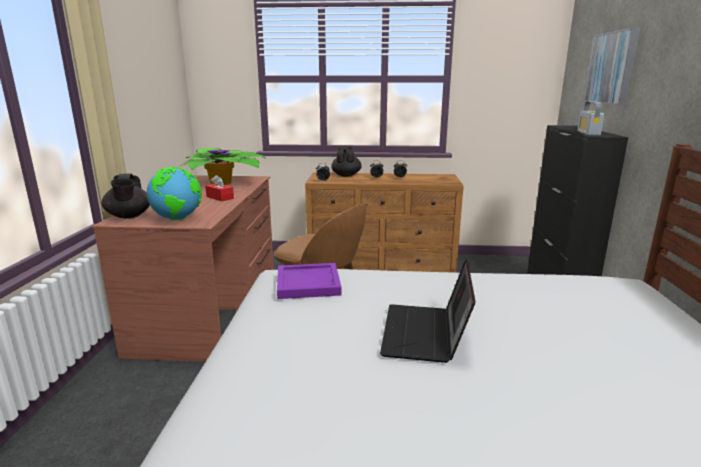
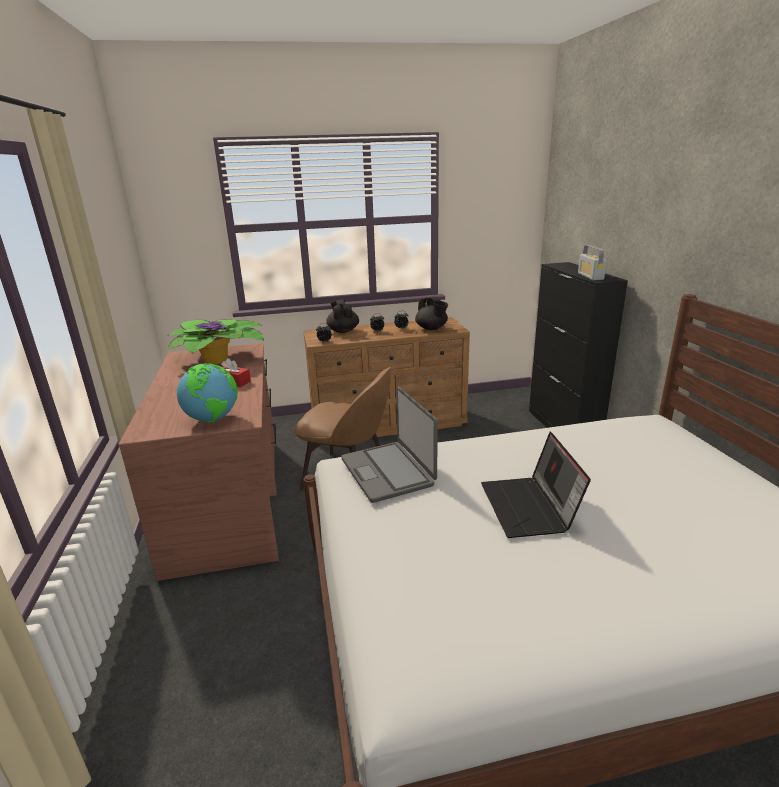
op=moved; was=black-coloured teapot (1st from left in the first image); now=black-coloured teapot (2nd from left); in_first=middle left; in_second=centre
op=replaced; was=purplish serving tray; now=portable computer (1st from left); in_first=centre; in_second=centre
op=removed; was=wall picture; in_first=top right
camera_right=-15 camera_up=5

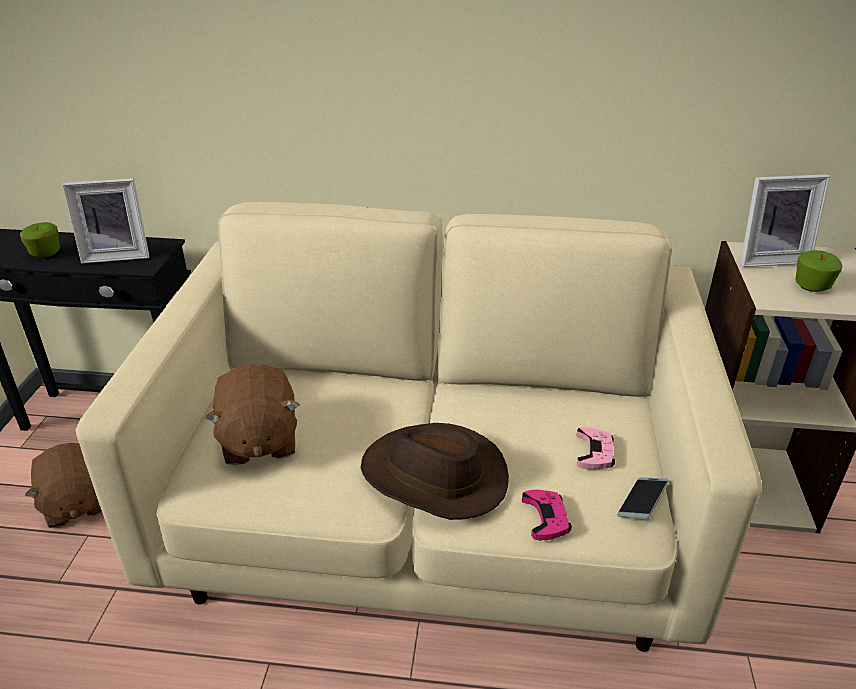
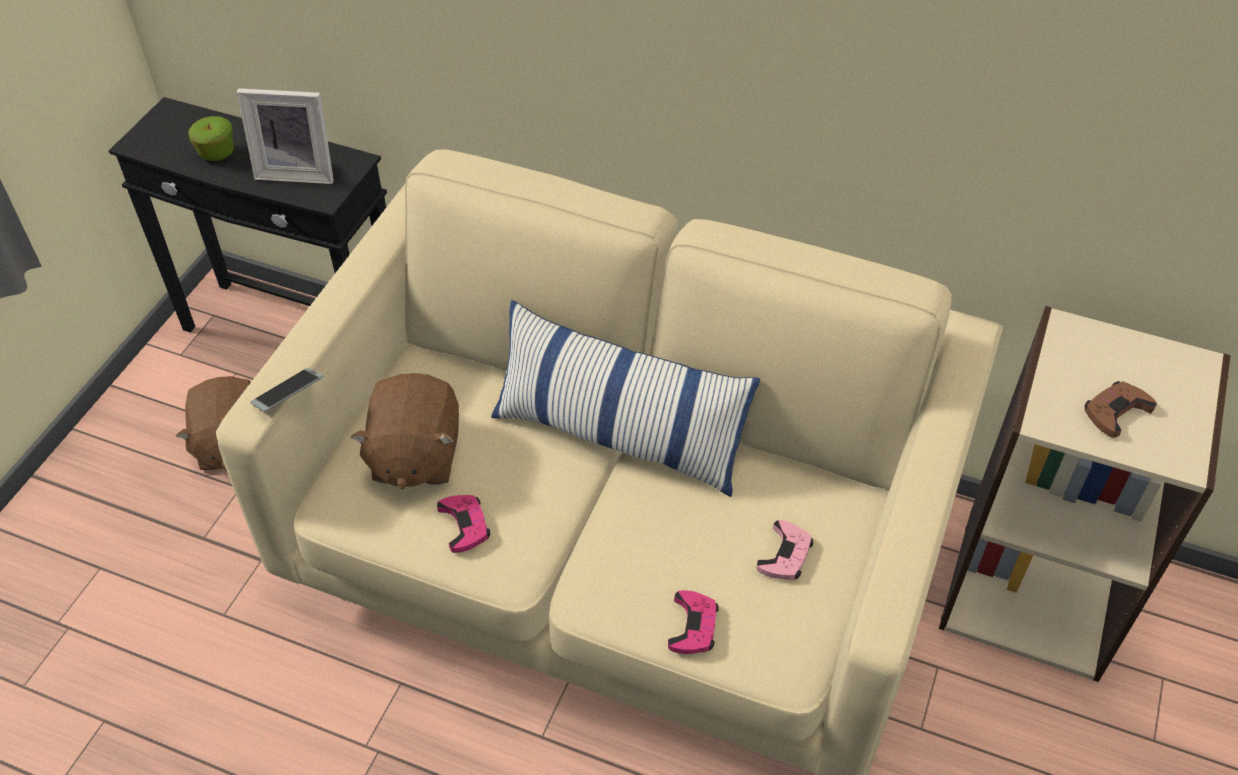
op=removed; was=brown hat; in_first=bottom centre
op=moved; was=telephone; in_first=bottom right; in_second=middle left
op=removed; was=standing frame (2nd from left); in_first=top right
op=replaced; was=apple (2nd from left); now=brown game controller; in_first=middle right; in_second=middle right
op=added; now=pinkish game controller (1st from left); in_second=bottom centre
op=added; now=throw pillow; in_second=centre
camera_right=15 camera_up=15

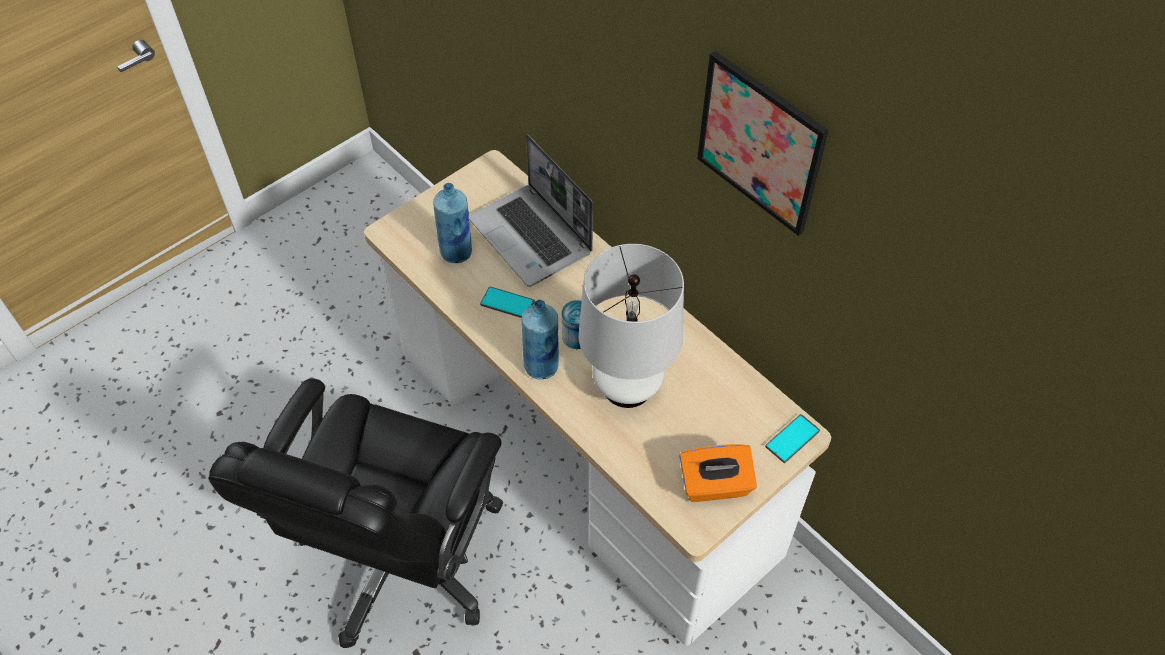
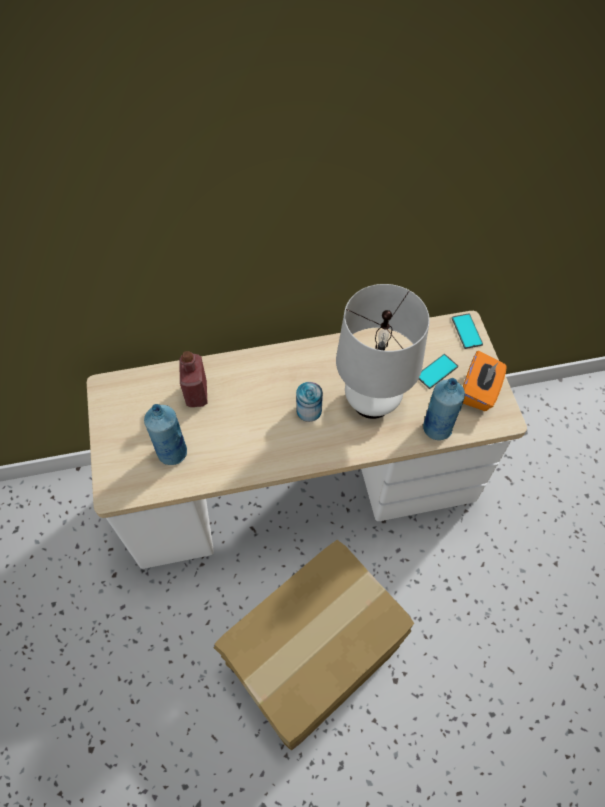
op=replaced; was=black-coloured computer chair; now=carton; in_first=bottom left; in_second=bottom centre
op=replaced; was=portable computer; now=reddish bottle; in_first=top centre; in_second=middle left
op=moved; was=telephone (1st from left); in_first=centre; in_second=middle right
op=moved; was=bluish bottle (2nd from left); in_first=centre; in_second=middle right
op=removed; was=wall picture; in_first=top centre
camera_right=-60 camera_up=5

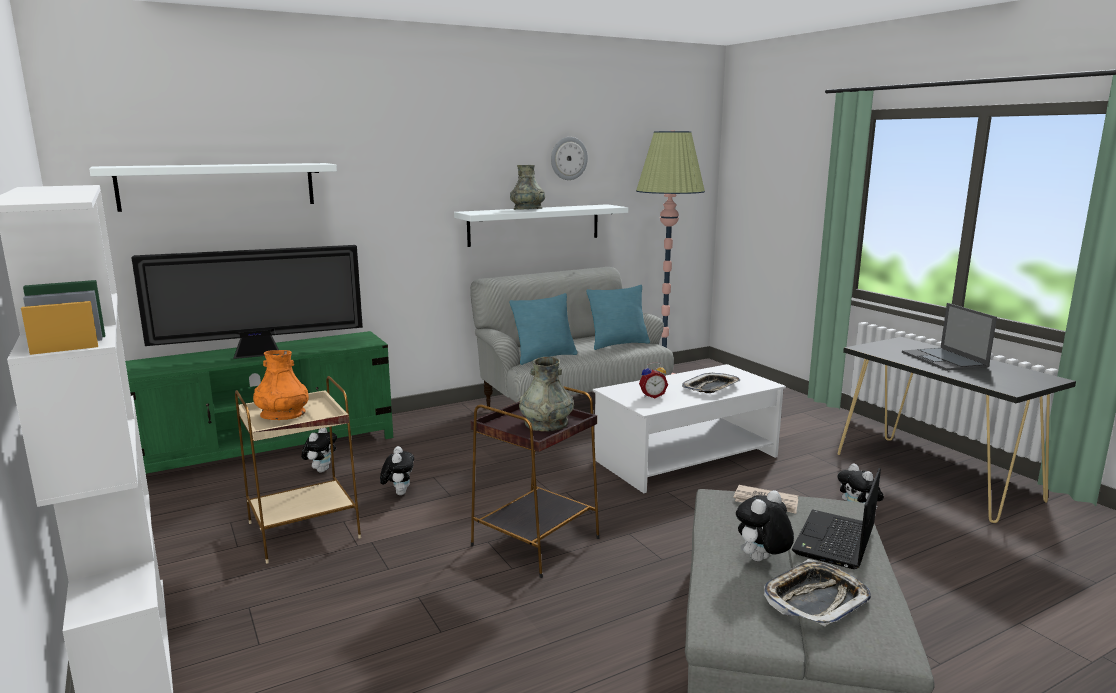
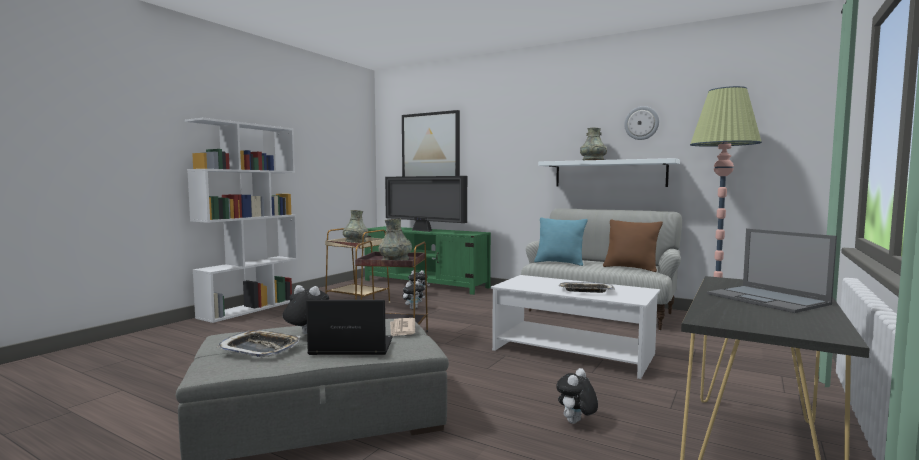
op=replaced; was=white-coloured bracket shelf (1st from left); now=wall picture; in_first=top left; in_second=top centre
op=recoloured; was=orange vase; now=gray vase (1st from left); in_first=middle left; in_second=centre
op=recoloured; was=blue-green throw pillow (2nd from left); now=brown throw pillow; in_first=centre; in_second=middle right
op=removed; was=alarm clock; in_first=centre
op=turned; was=portable computer (2nd from left); in_first=middle right; in_second=middle right; clockwise=-75
camera_right=60 camera_up=-10

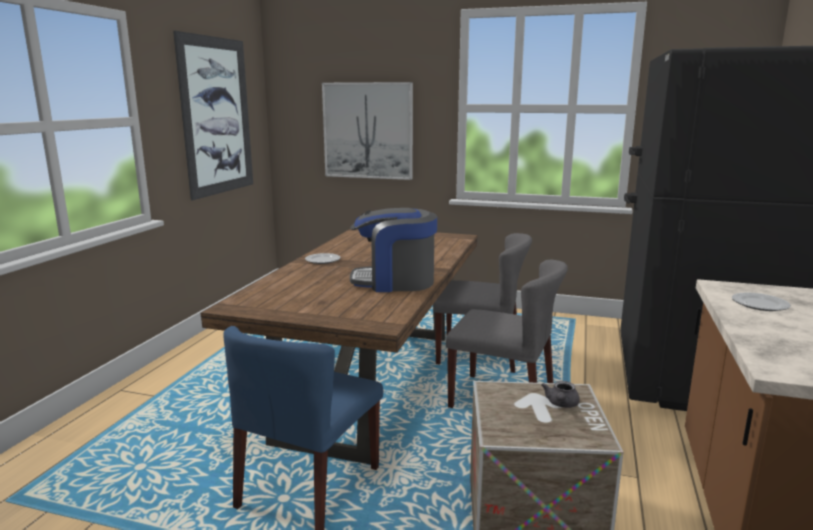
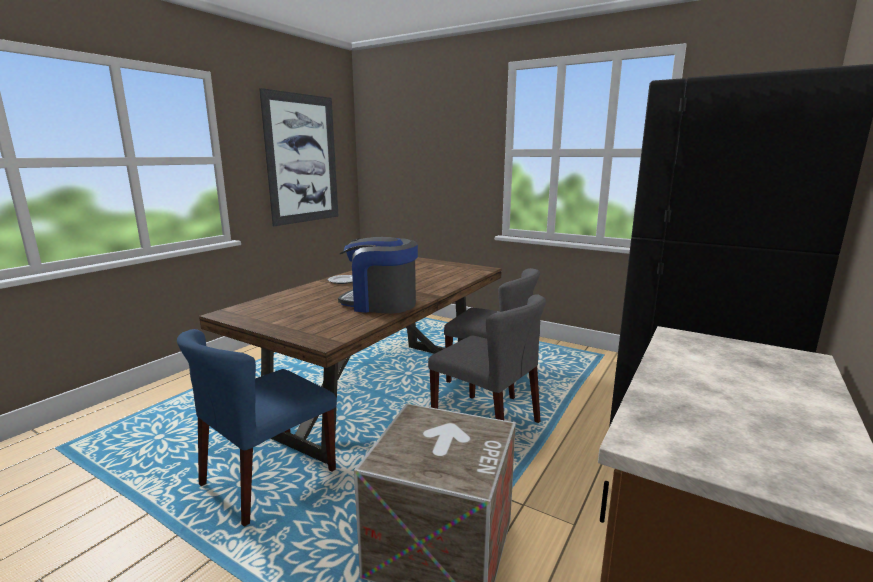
op=removed; was=wall picture (2nd from left); in_first=top centre
op=removed; was=gray teapot; in_first=bottom right
op=removed; was=dinner plate (2nd from left); in_first=middle right
camera_right=15 camera_up=0

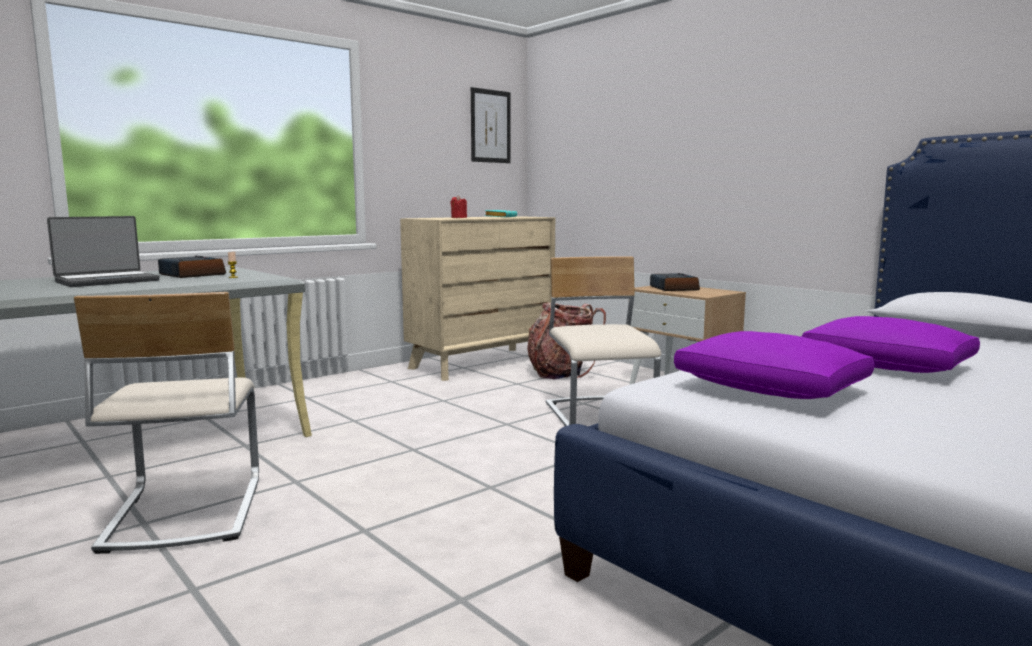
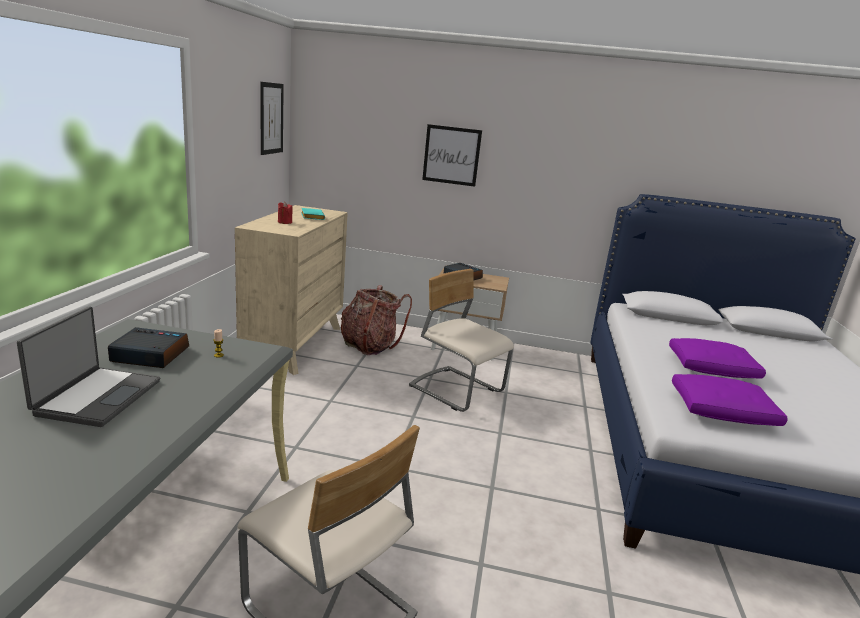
op=added; now=wall picture (2nd from left); in_second=top centre
camera_right=-40 camera_up=10

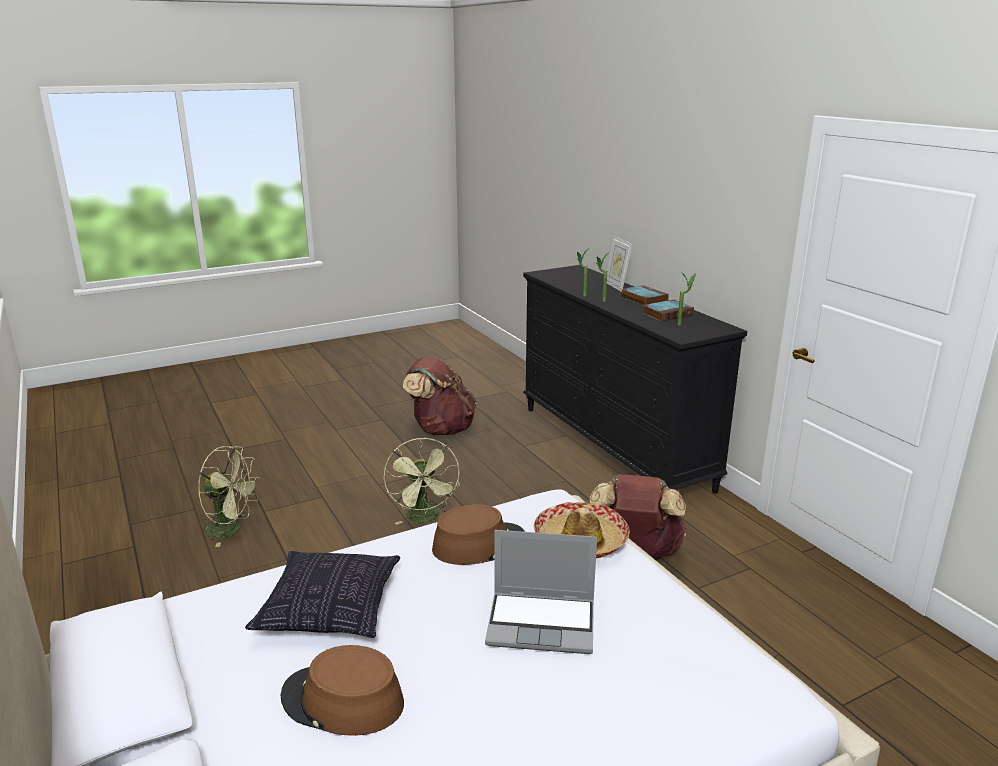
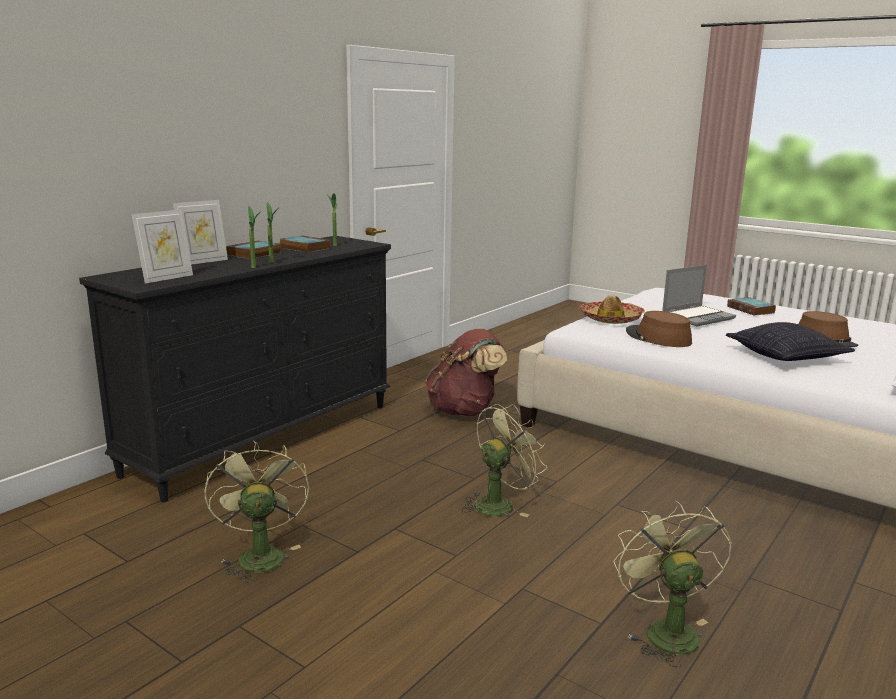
op=replaced; was=brown backpack (1st from left); now=greenish cooling fan (1st from left); in_first=centre; in_second=bottom left
op=turned; was=portable computer; in_first=bottom centre; in_second=middle right; clockwise=75
op=added; now=standing frame (1st from left); in_second=middle left
op=added; now=volume (3rd from left); in_second=middle right
camera_right=-115 camera_up=-5

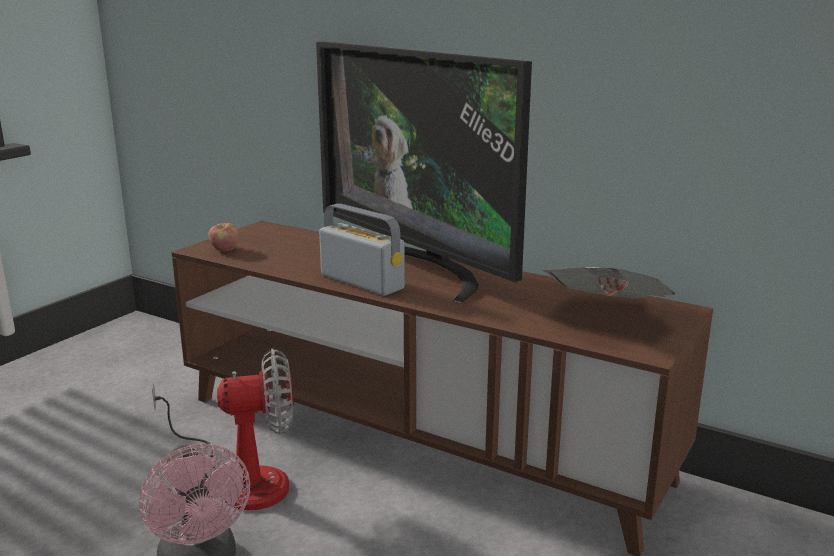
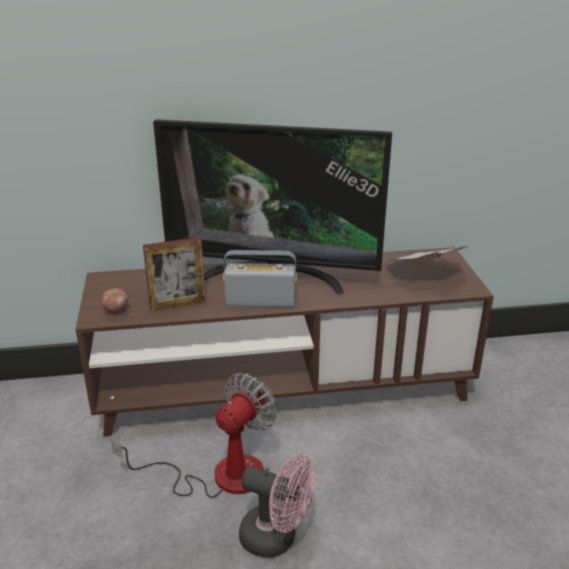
op=added; now=standing frame; in_second=middle left
camera_right=-40 camera_up=10

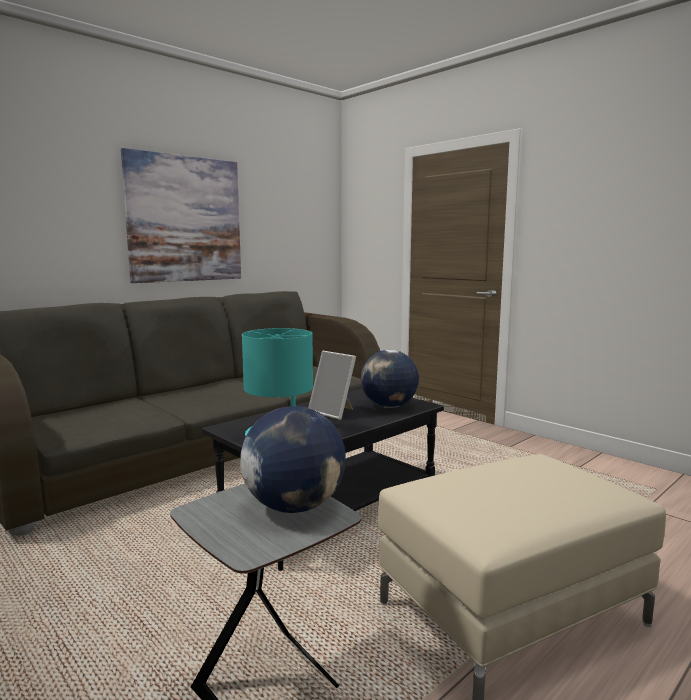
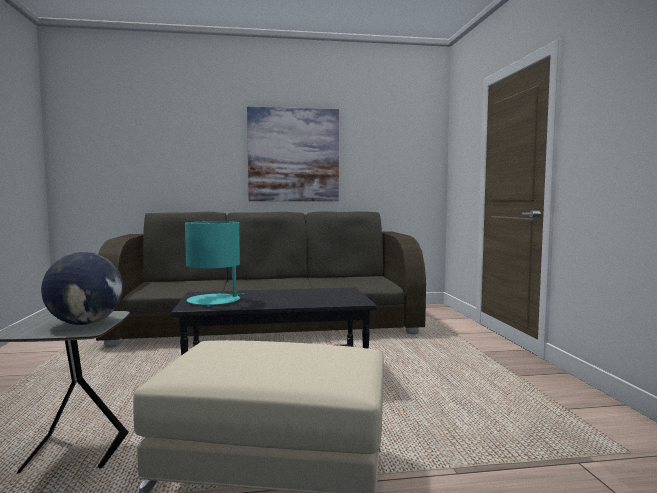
op=removed; was=standing frame; in_first=centre
op=removed; was=desk globe (2nd from left); in_first=centre
camera_right=35 camera_up=-5

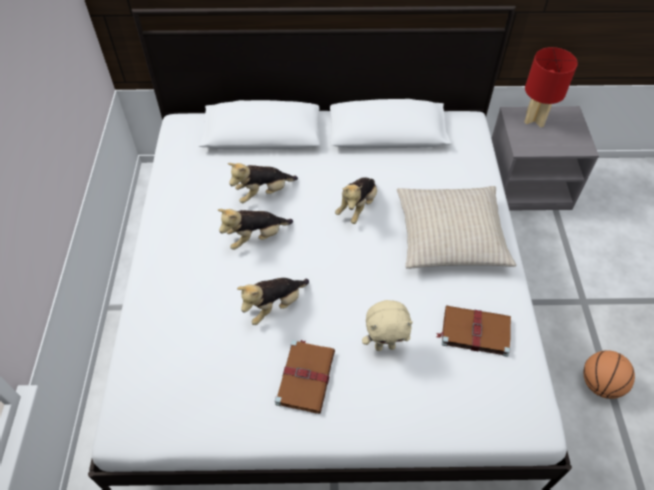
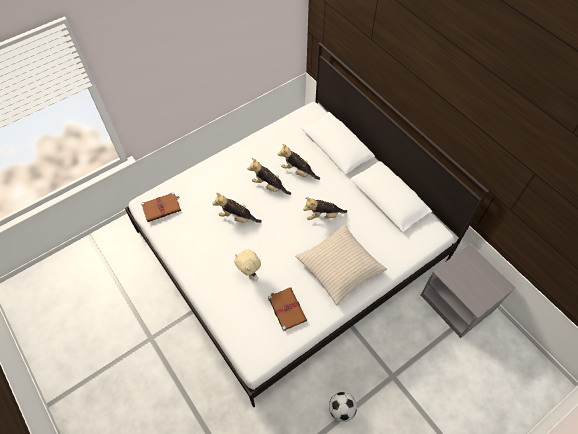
op=moved; was=brown volume (1st from left); in_first=bottom centre; in_second=middle left
op=removed; was=reddish lamp for a table; in_first=top right
op=replaced; was=basketball; now=ball for football; in_first=bottom right; in_second=bottom centre
camera_right=55 camera_up=5

